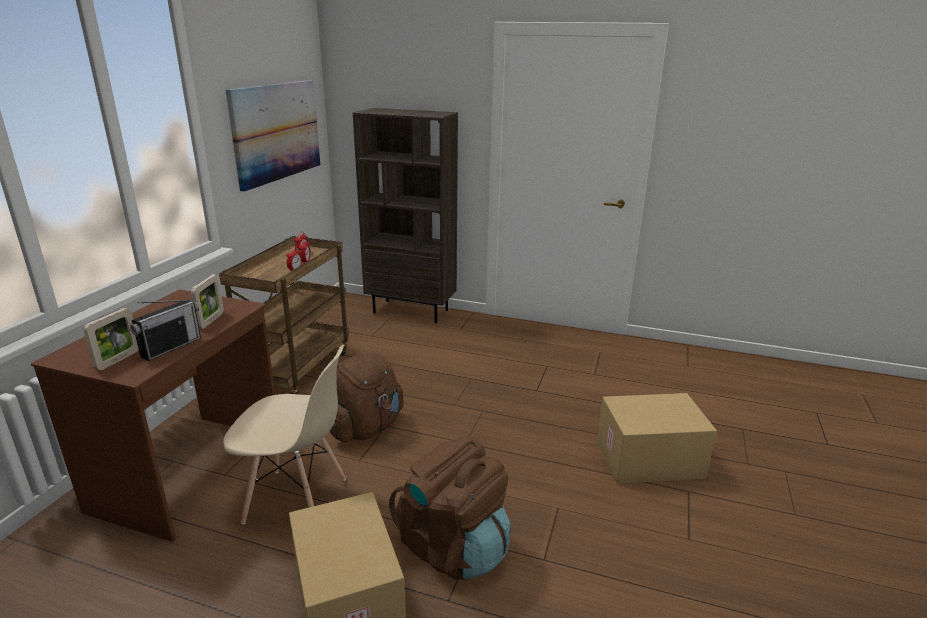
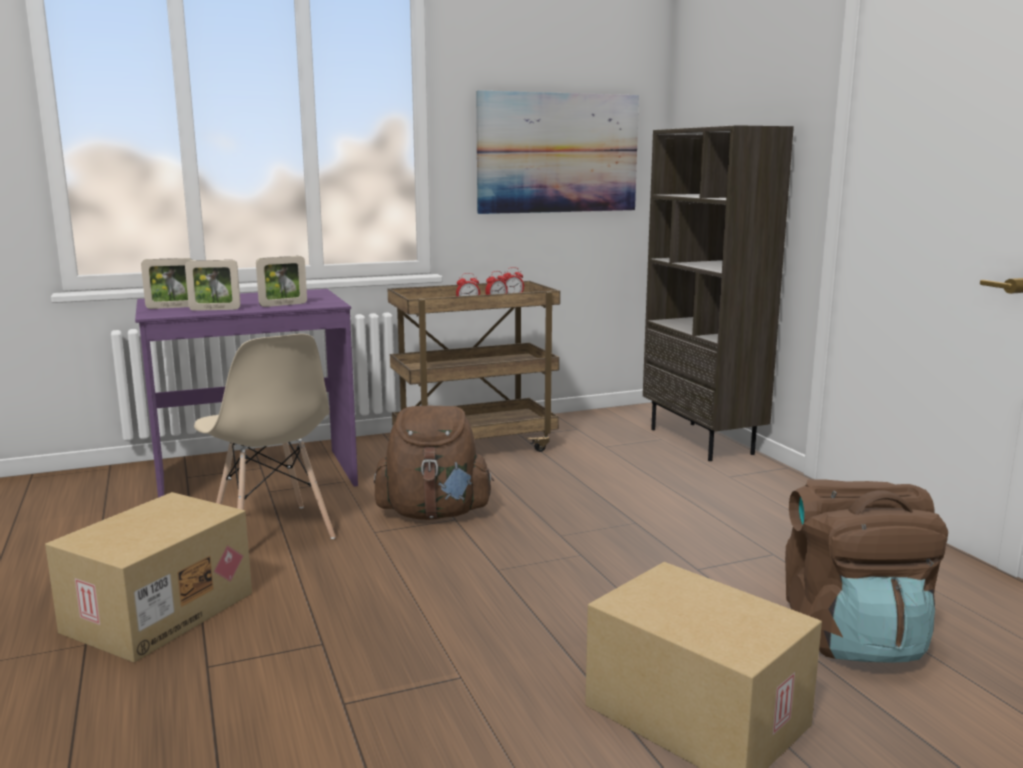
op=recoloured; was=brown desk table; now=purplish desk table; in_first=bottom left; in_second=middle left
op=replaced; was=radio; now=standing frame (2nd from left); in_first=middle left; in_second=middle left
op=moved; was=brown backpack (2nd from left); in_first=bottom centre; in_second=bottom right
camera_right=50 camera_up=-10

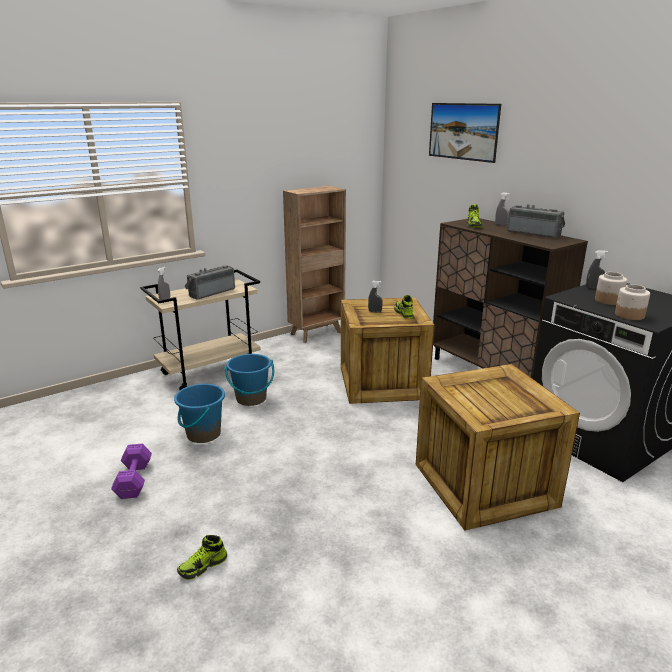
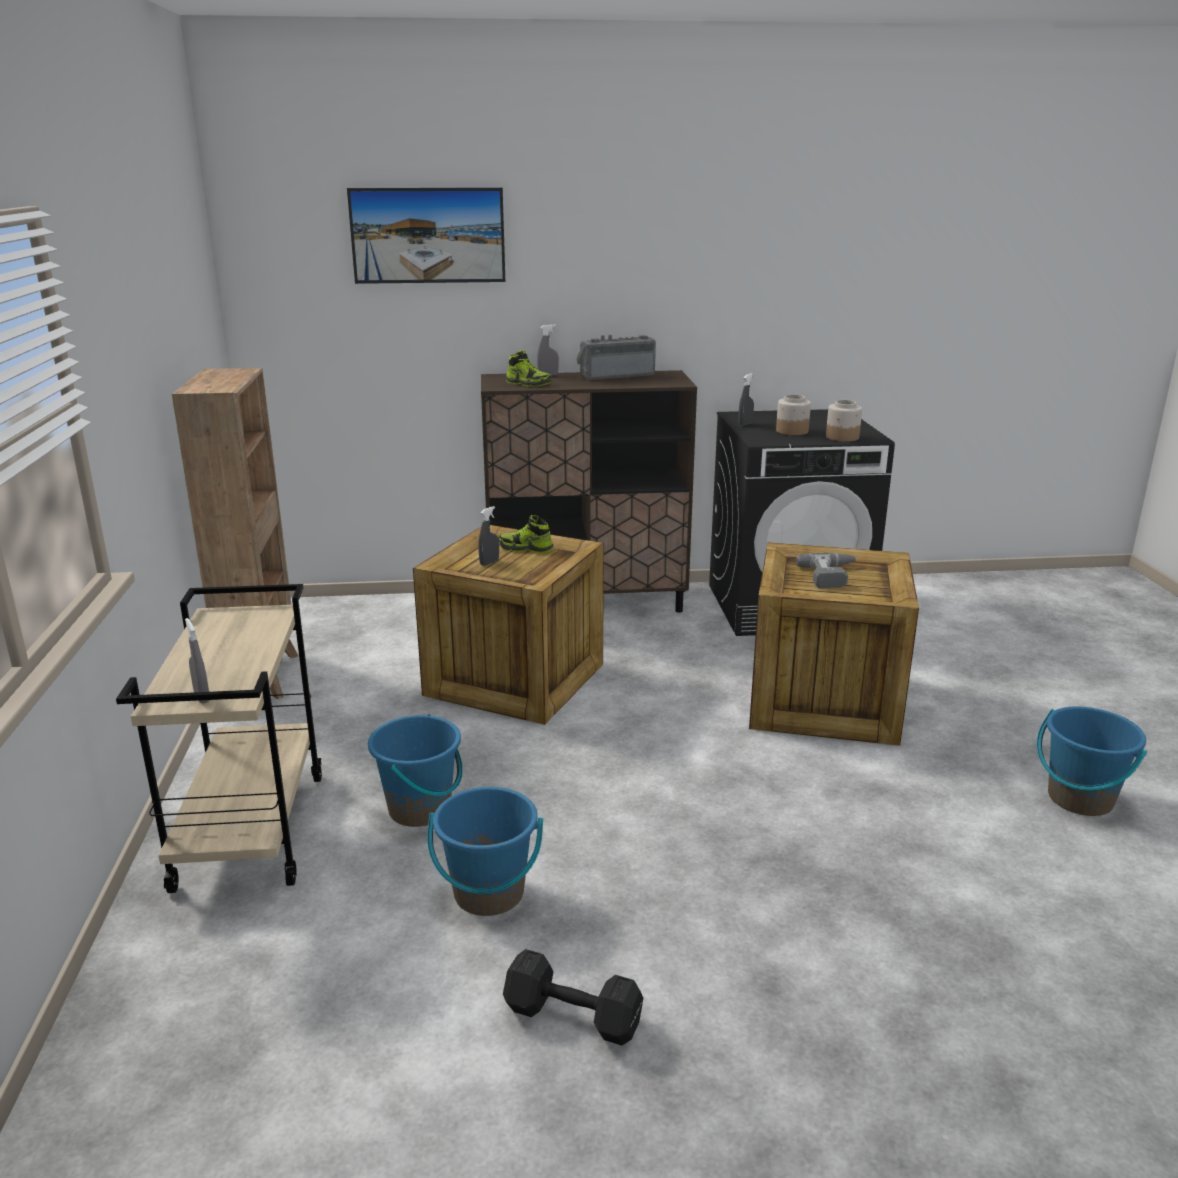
op=recoloured; was=purplish free weight; now=black-coloured free weight; in_first=bottom left; in_second=bottom centre
op=removed; was=item of footwear (1st from left); in_first=bottom left
op=removed; was=radio (1st from left); in_first=middle left
op=added; now=electric drill; in_second=middle right
op=added; now=bluish pail (3rd from left); in_second=middle right
camera_right=-60 camera_up=0

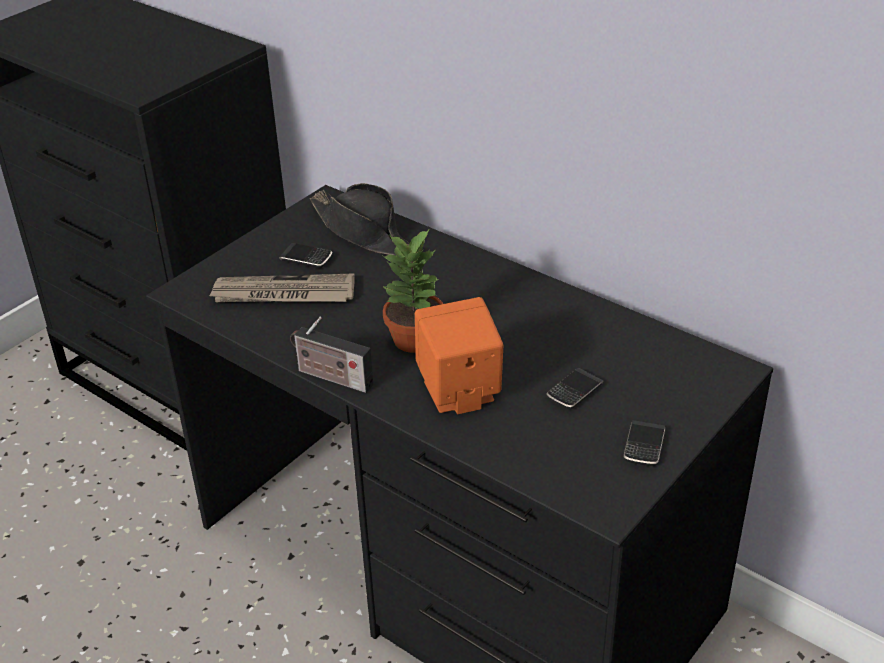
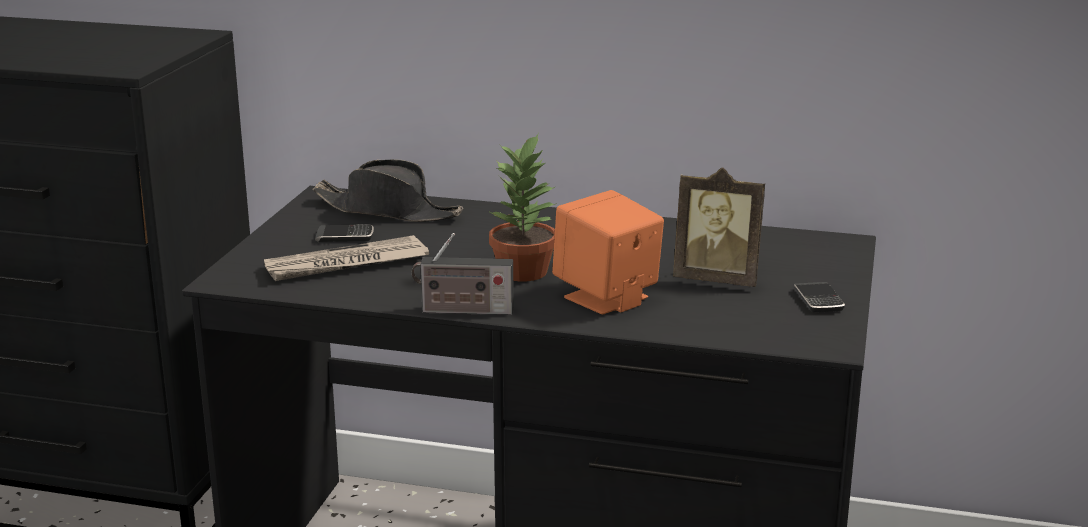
op=replaced; was=telephone (2nd from left); now=standing frame; in_first=centre; in_second=centre
camera_right=-25 camera_up=-15

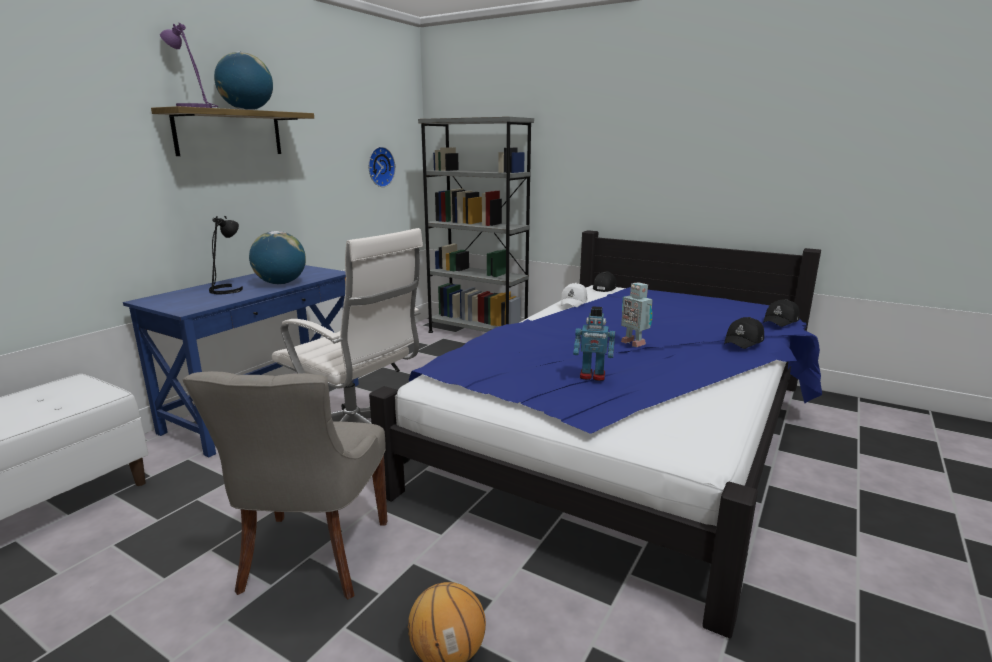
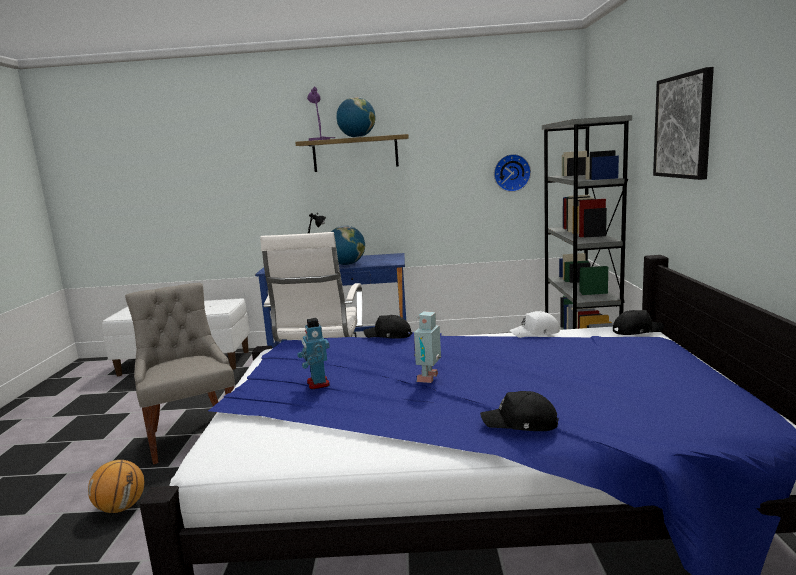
op=turned; was=gray chair; in_first=bottom left; in_second=middle left; clockwise=90
op=moved; was=black-coloured baseball cap (3rd from left in the first image); now=black-coloured baseball cap (1st from left); in_first=middle right; in_second=centre
op=added; now=wall picture; in_second=top right
camera_right=60 camera_up=-5

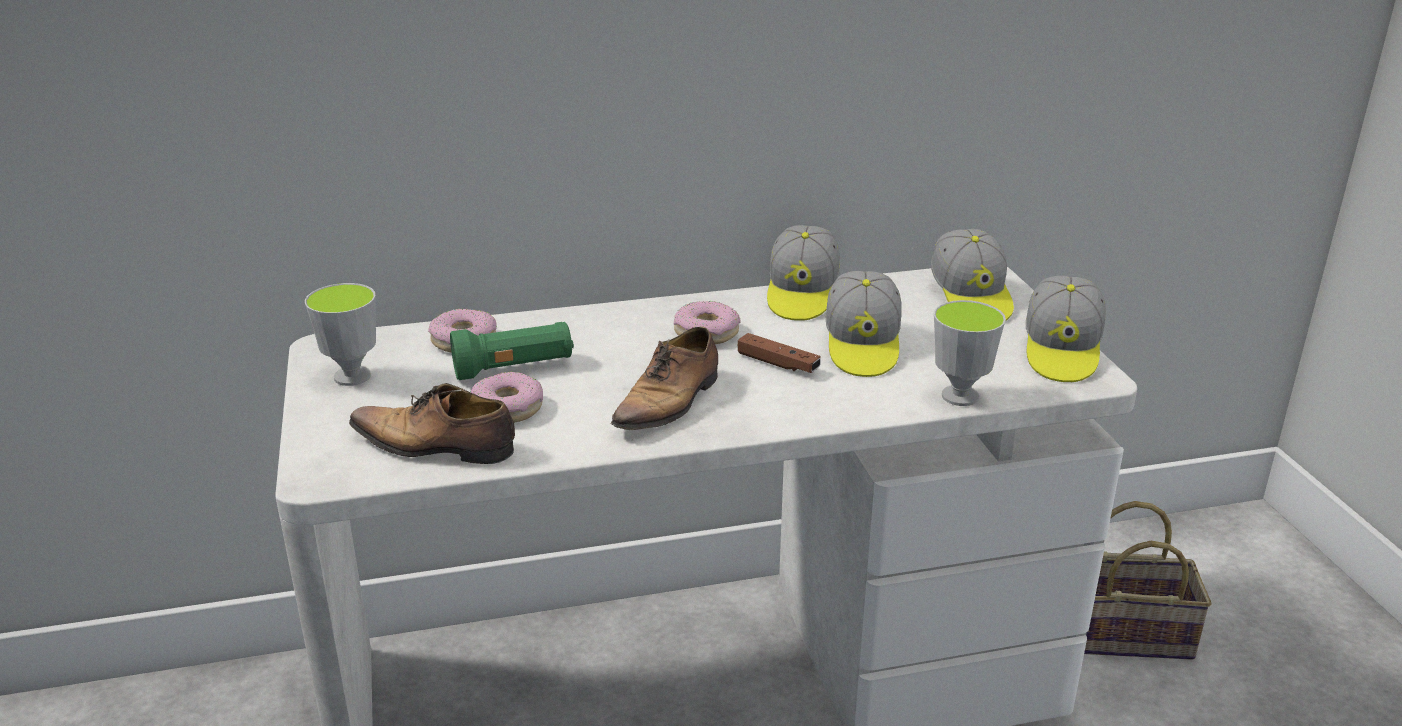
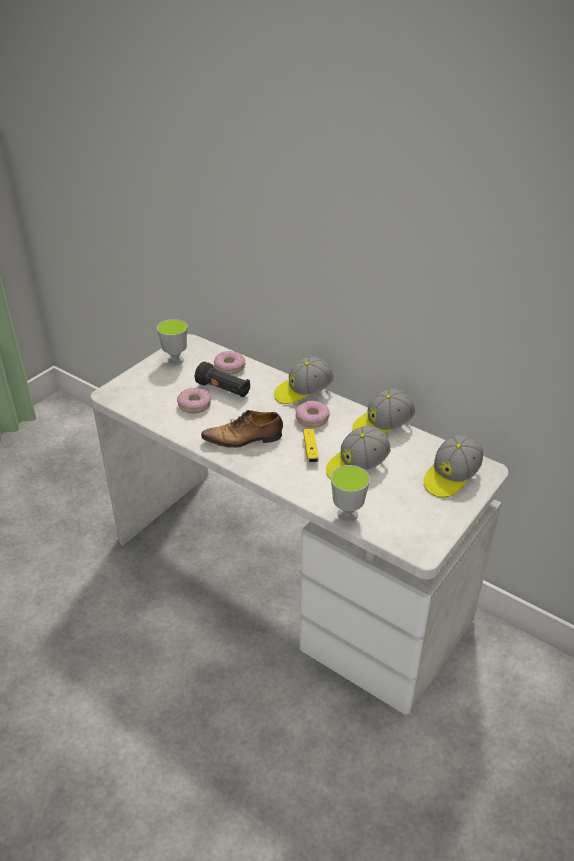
op=removed; was=item of footwear (1st from left); in_first=middle left
op=recoloured; was=greenish hand torch; now=black-coloured hand torch; in_first=centre; in_second=centre
op=recoloured; was=brown game controller; now=yellowish game controller; in_first=centre; in_second=centre
op=moved; was=baseball cap (4th from left in the first image); now=baseball cap (1st from left); in_first=middle right; in_second=centre
op=removed; was=basket; in_first=bottom right
camera_right=50 camera_up=10

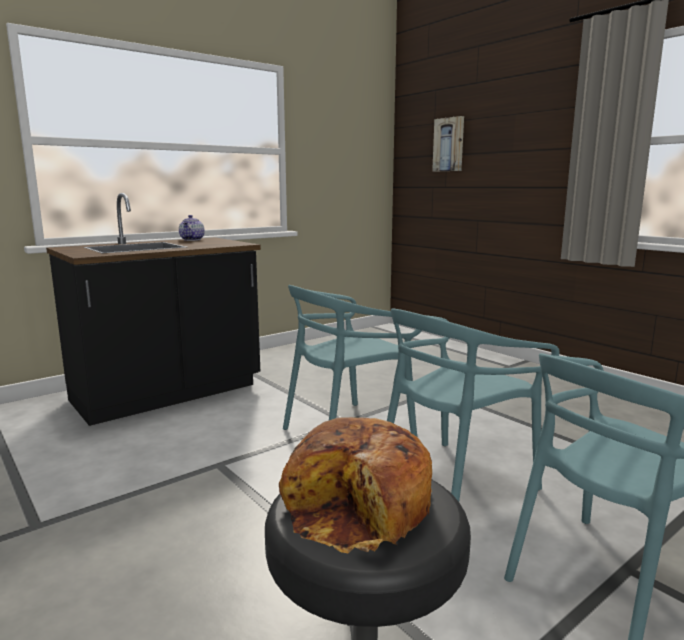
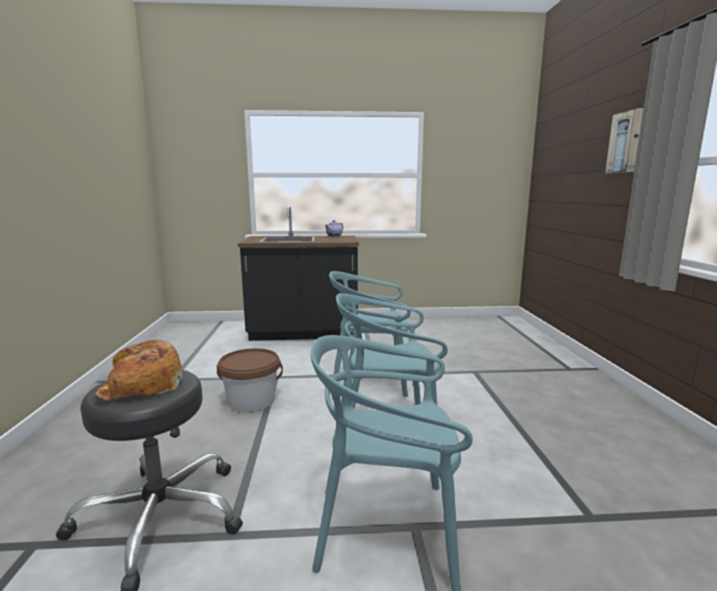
op=moved; was=wall picture; in_first=top centre; in_second=top right
op=added; now=brown pail; in_second=centre
camera_right=35 camera_up=0

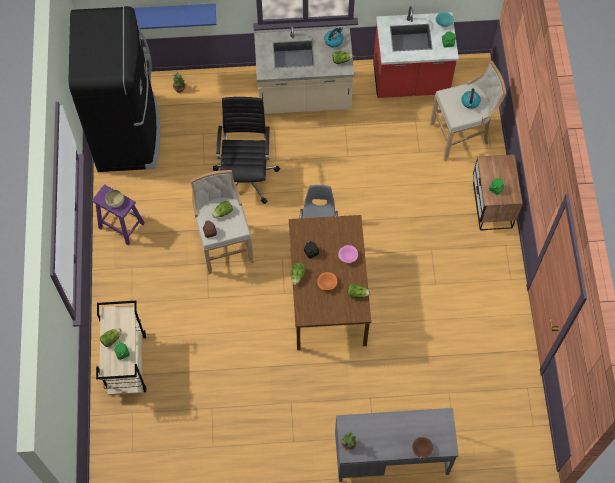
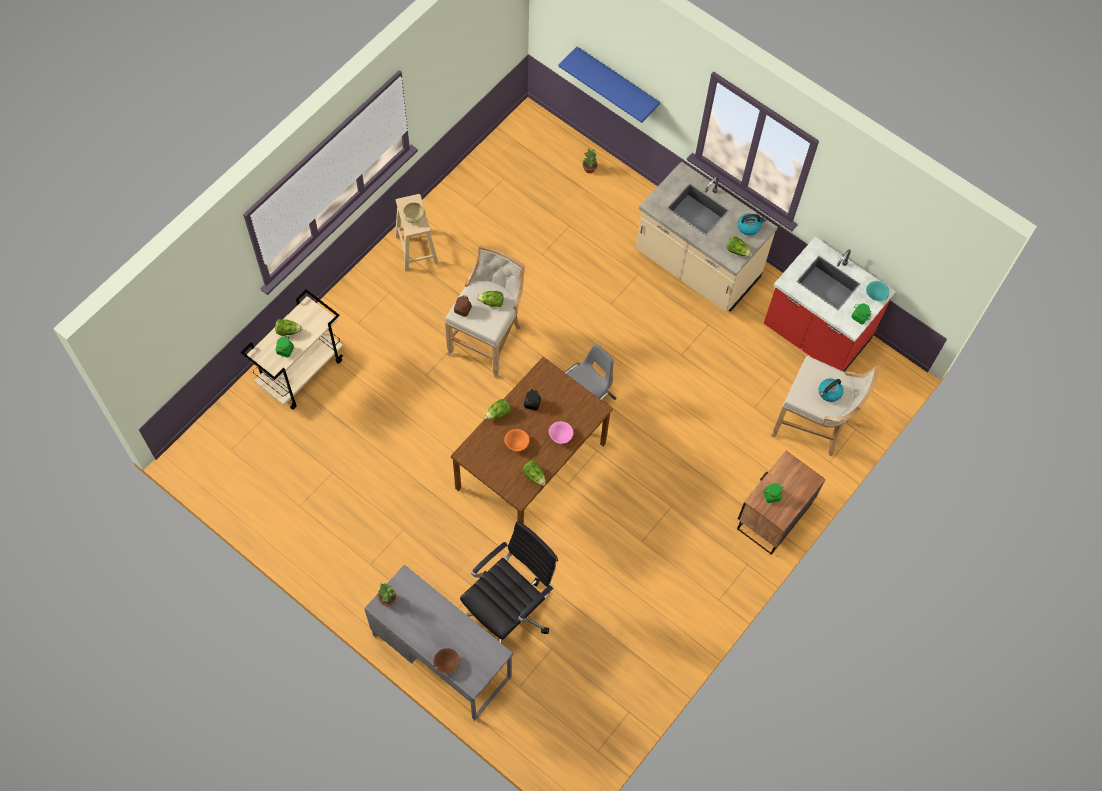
op=removed; was=black-coloured fridge; in_first=top left
op=recoloured; was=purplish stool seat; now=beige-coloured stool seat (1st from left); in_first=middle left; in_second=top centre
op=moved; was=black-coloured computer chair; in_first=top centre; in_second=bottom centre
camera_right=40 camera_up=0

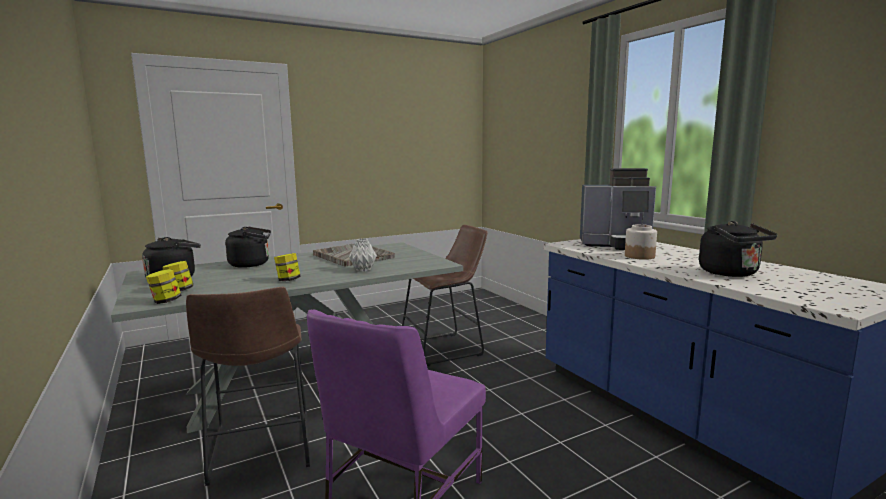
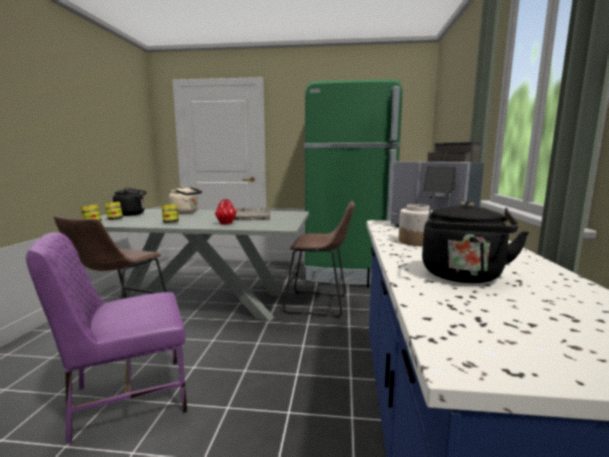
op=recoloured; was=black-coloured kettle (2nd from left); now=beige-coloured kettle; in_first=middle left; in_second=middle left
op=recoloured; was=gray vase; now=reddish vase; in_first=centre; in_second=centre
op=added; now=greenish fridge; in_second=centre
camera_right=35 camera_up=0

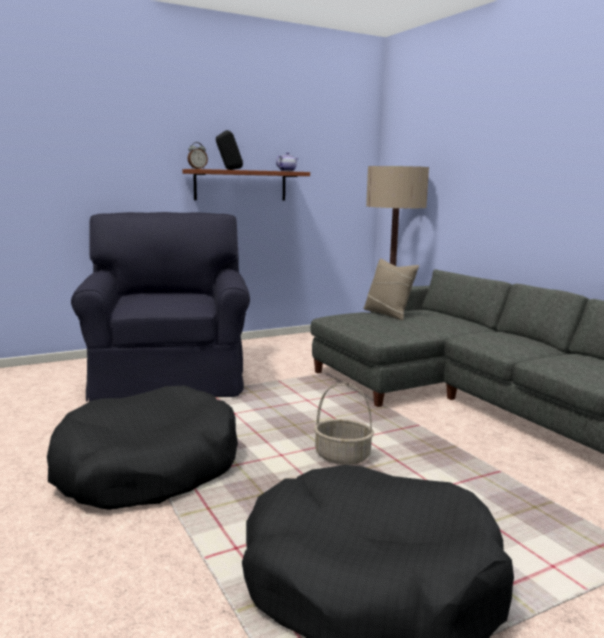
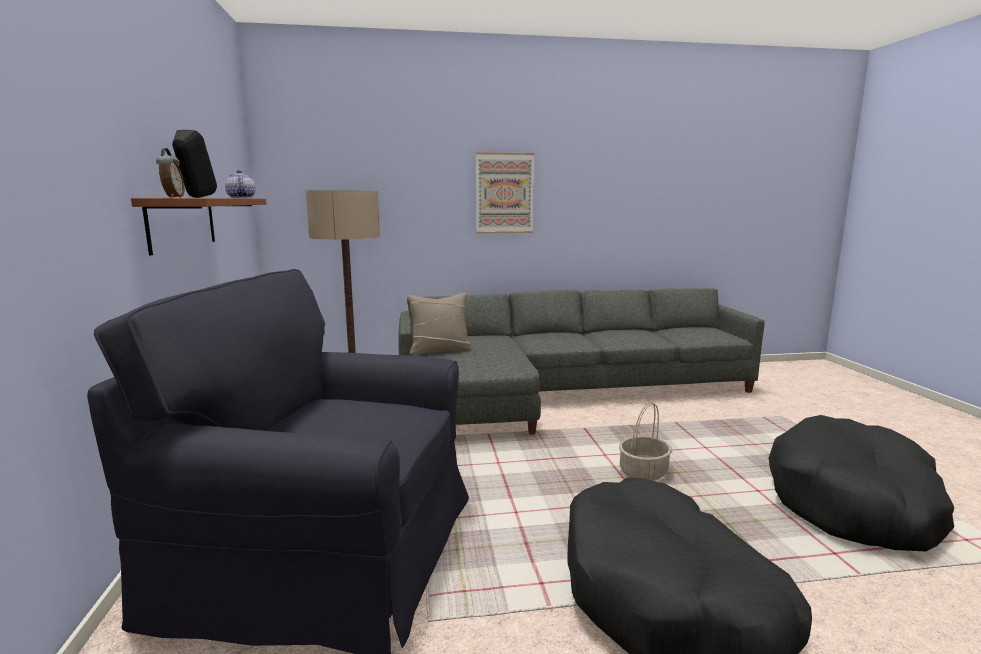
op=added; now=wall picture; in_second=top centre
camera_right=-70 camera_up=0

